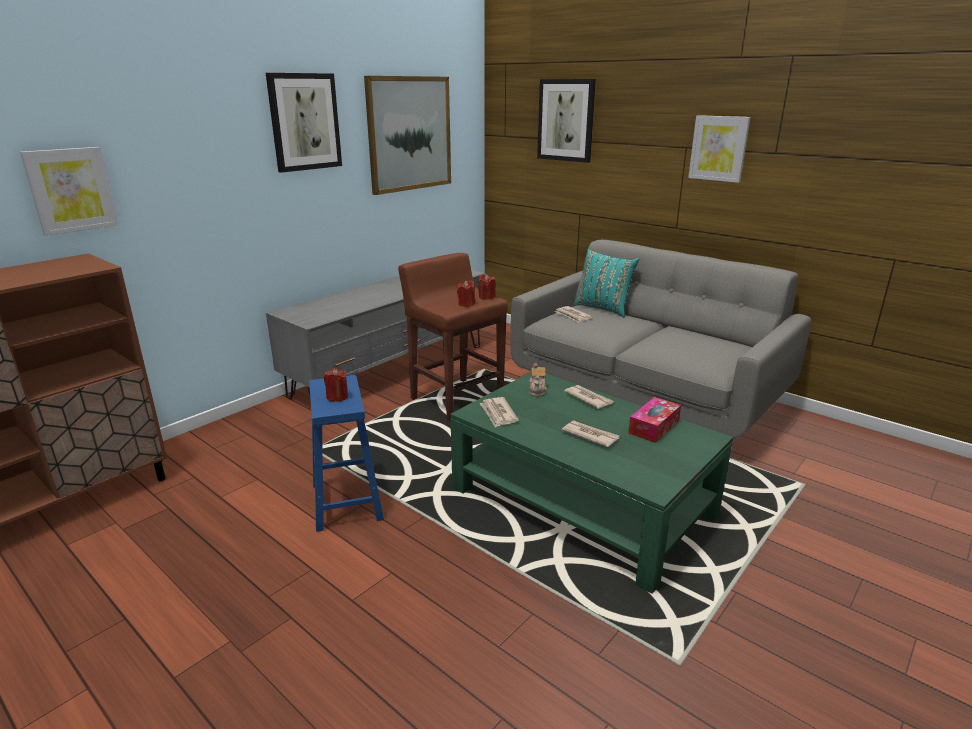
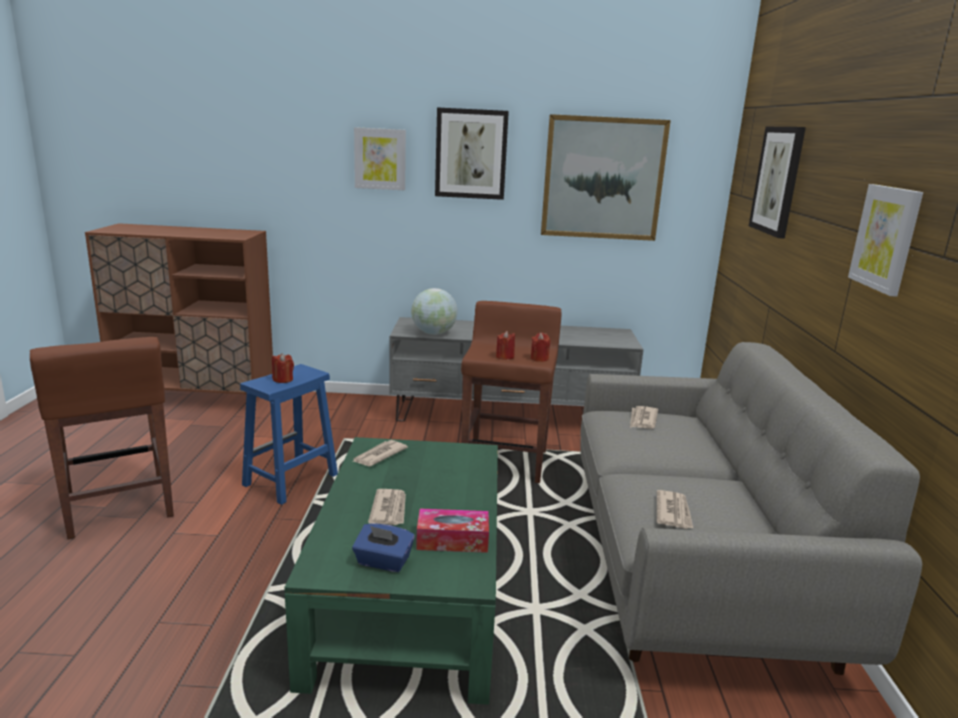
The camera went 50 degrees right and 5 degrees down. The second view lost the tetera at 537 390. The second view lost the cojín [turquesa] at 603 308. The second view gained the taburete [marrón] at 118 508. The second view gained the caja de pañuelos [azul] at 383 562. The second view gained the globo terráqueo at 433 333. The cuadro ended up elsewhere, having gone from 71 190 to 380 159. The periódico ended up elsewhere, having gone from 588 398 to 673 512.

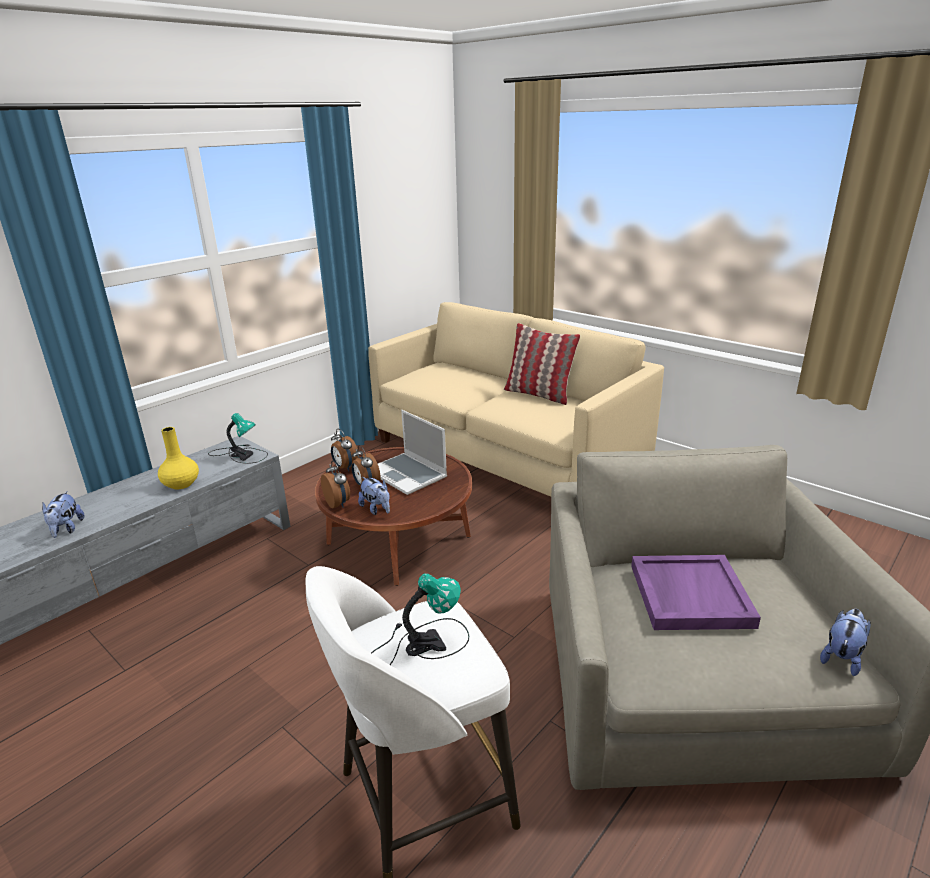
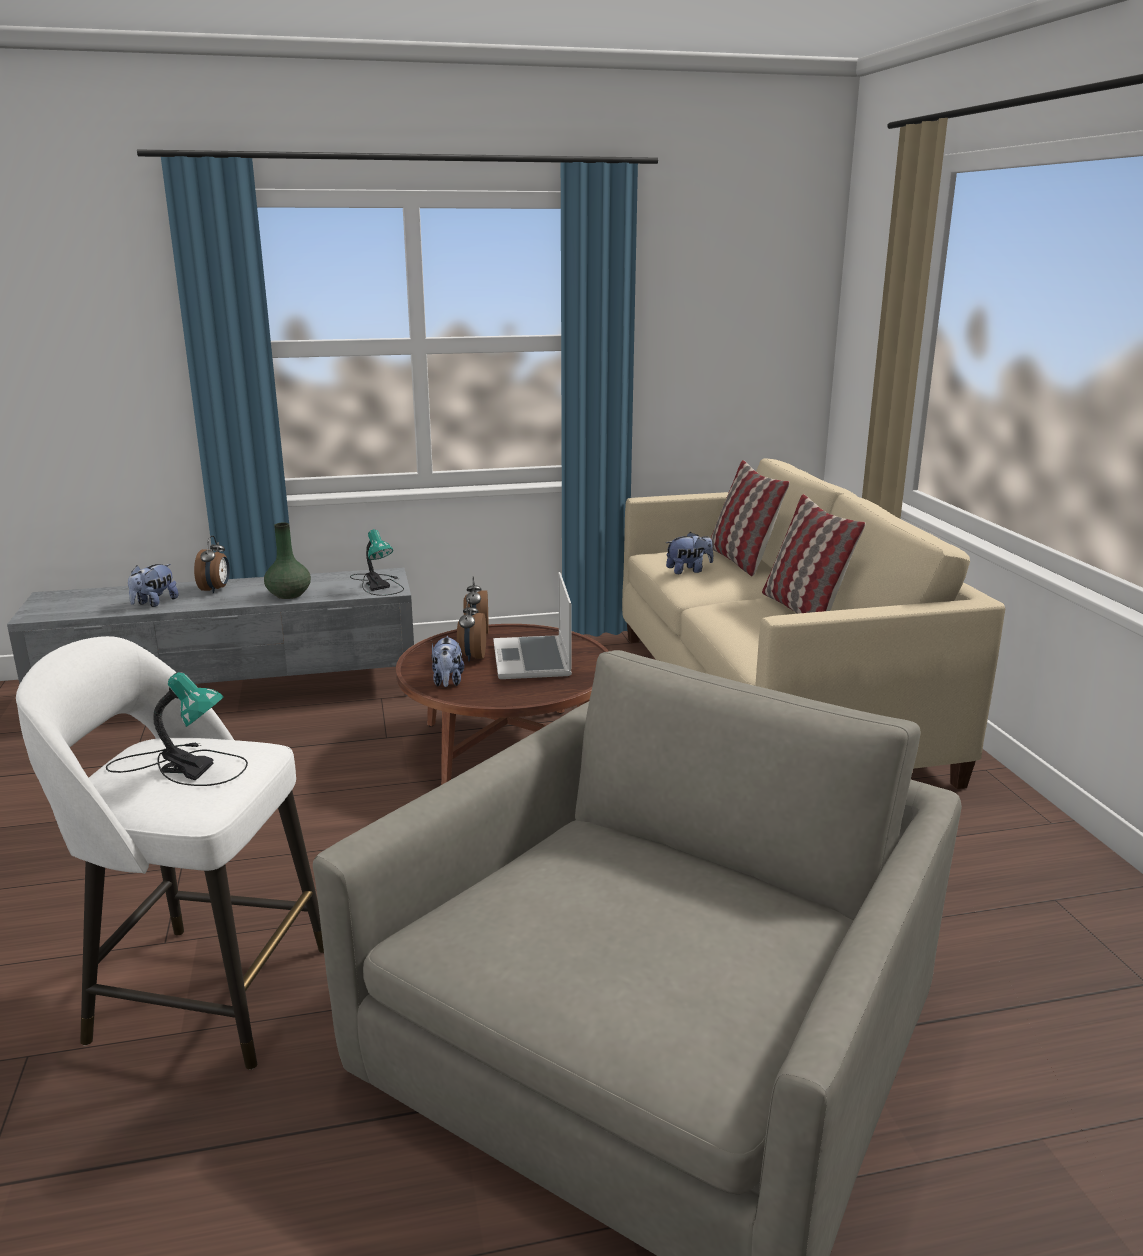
The camera went 35 degrees right and 5 degrees down. The second view lost the bandeja [morado] at 689 595. The second view gained the cojín at 741 560. The despertador ended up elsewhere, having gone from 338 504 to 216 590. The peluche ended up elsewhere, having gone from 842 657 to 688 571. What was the florero [amarillo] at 181 484 turned into the florero [verde] at 289 595.

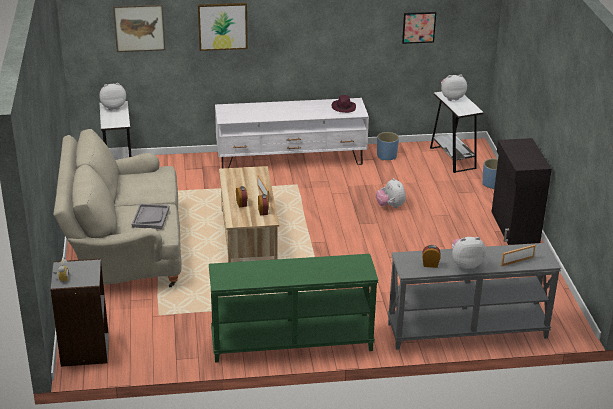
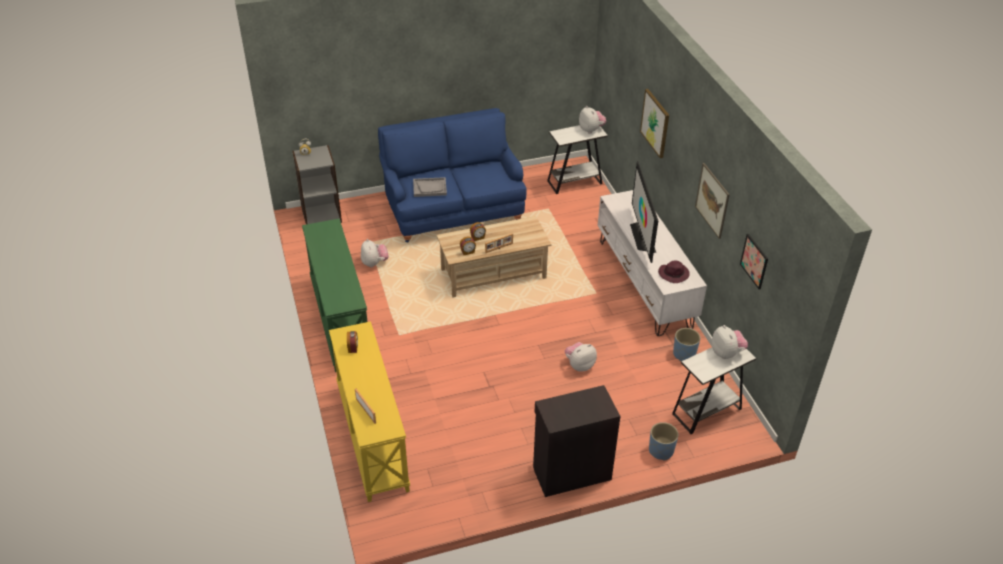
The camera went 80 degrees right and 10 degrees up. The second view gained the televisor at 642 236. The cuadro ended up elsewhere, having gone from 139 28 to 712 200. The peluche ended up elsewhere, having gone from 466 264 to 374 263. What was the sofá [beis] at 124 250 turned into the sofá [azul] at 452 208. What was the mesa consola [gris] at 467 331 turned into the mesa consola [amarillo] at 371 436.

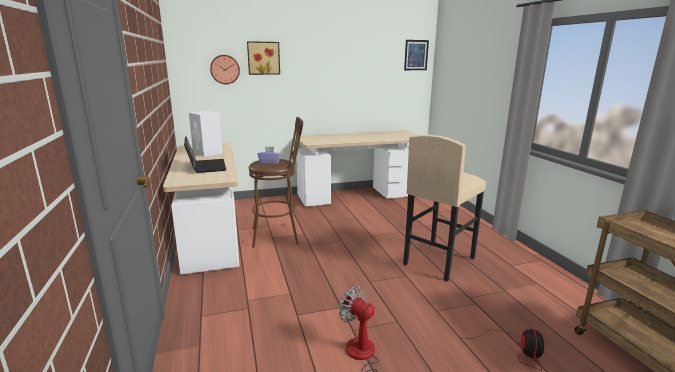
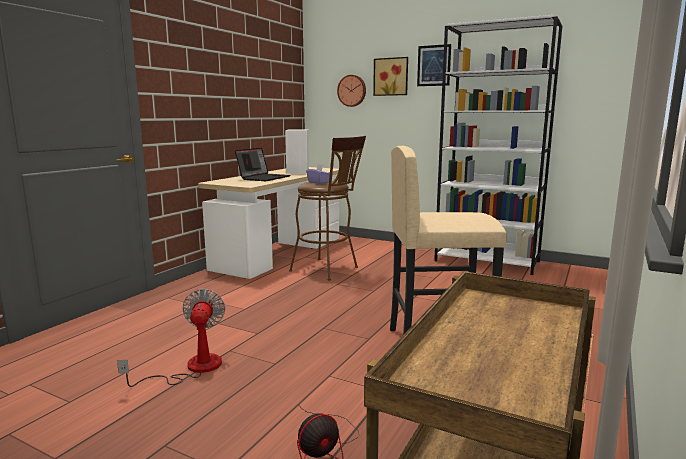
The camera went 45 degrees right and 5 degrees down. The cuadro ended up elsewhere, having gone from 416 55 to 434 65. Where the escritorio stood at 358 195, the estantería [blanco] came to stand at 487 261.

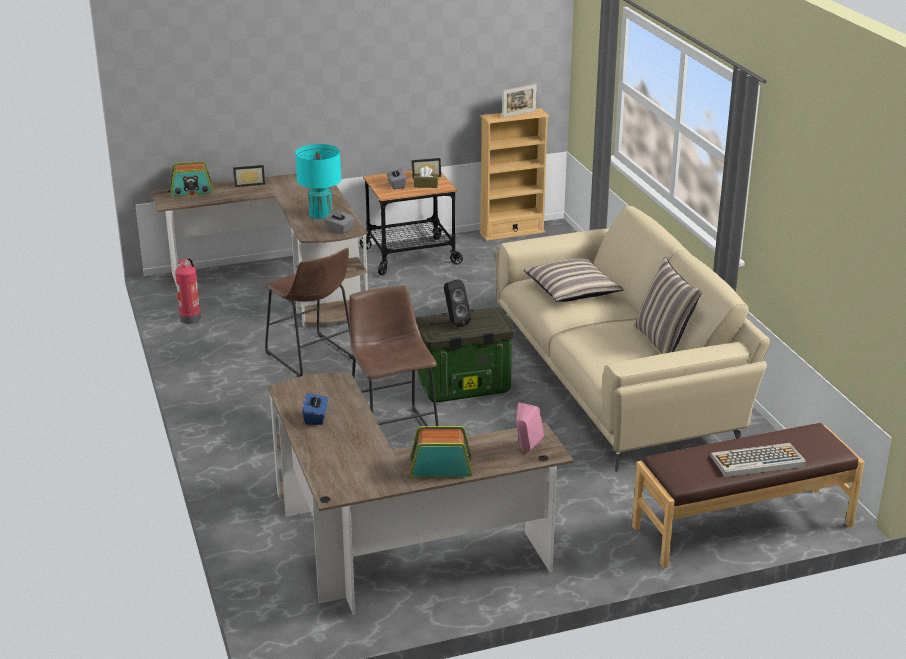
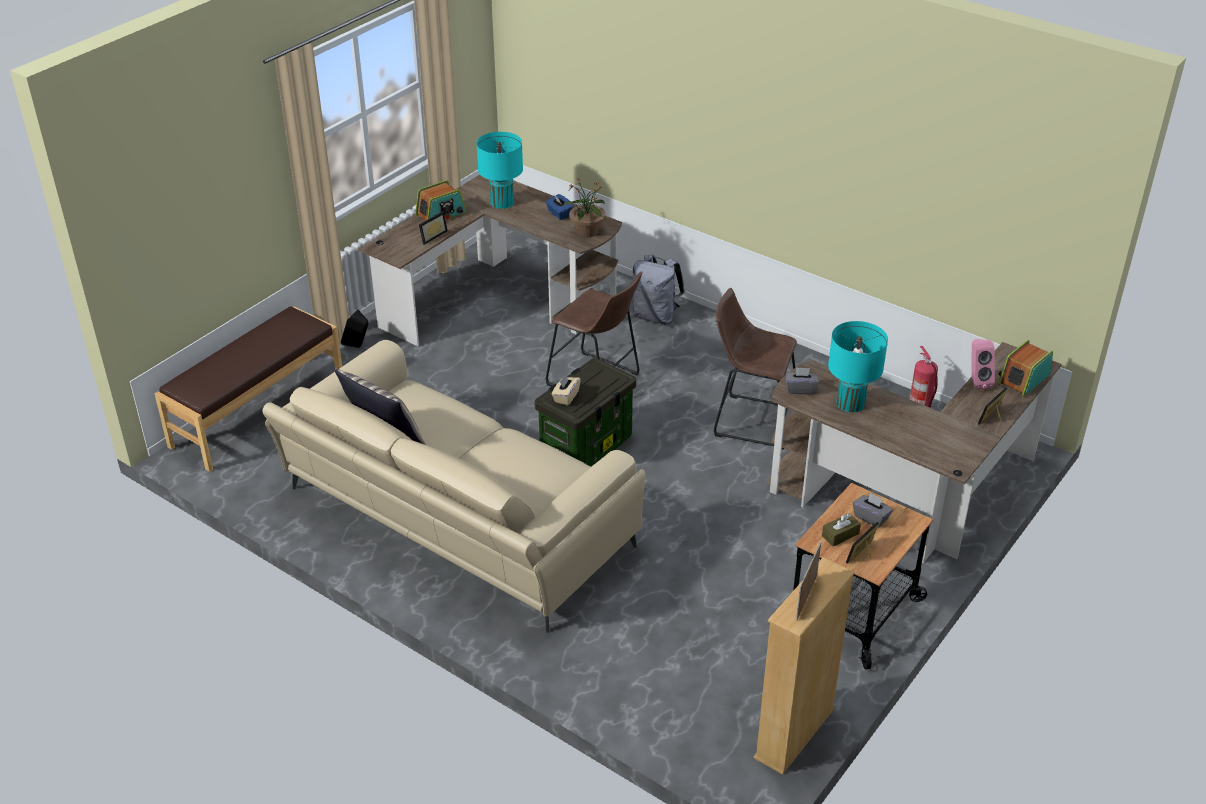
The camera went 145 degrees right and 10 degrees up. The second view lost the cojín at 572 290. The second view lost the teclado at 756 461. The second view gained the portarretratos at 431 236. The second view gained the lámpara de mesa [turquesa] at 502 202. The second view gained the caja de pañuelos [beis] at 566 397. The second view gained the planta en maceta at 587 232. The second view gained the mochila [gris] at 656 316. The altavoz [negro] ended up elsewhere, having gone from 455 322 to 357 347. The altavoz [rosa] ended up elsewhere, having gone from 526 451 to 976 382.

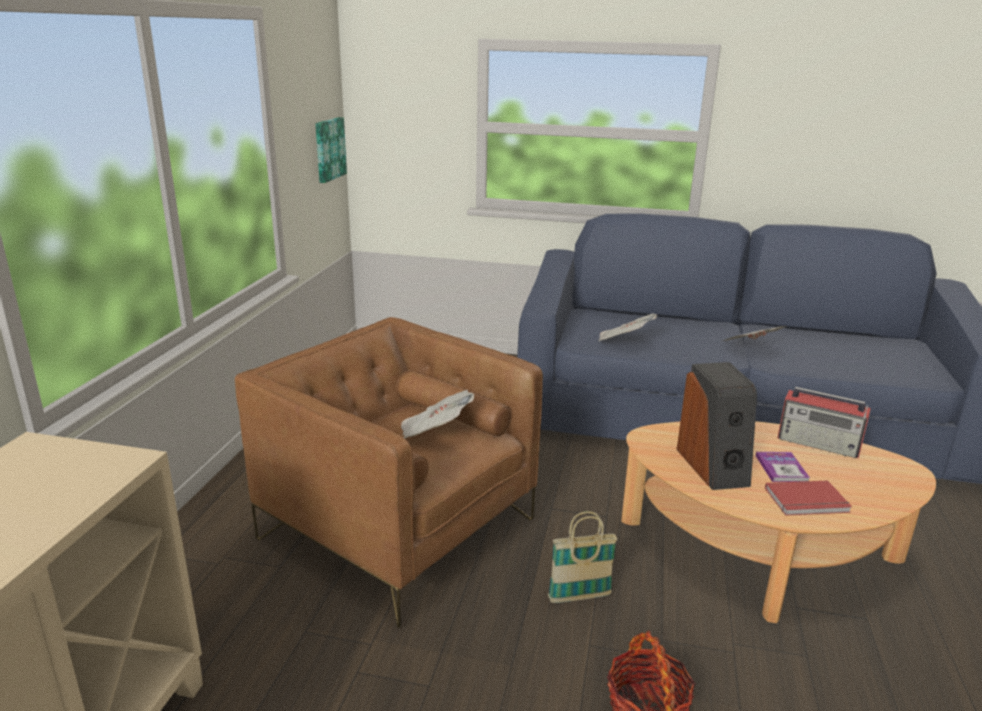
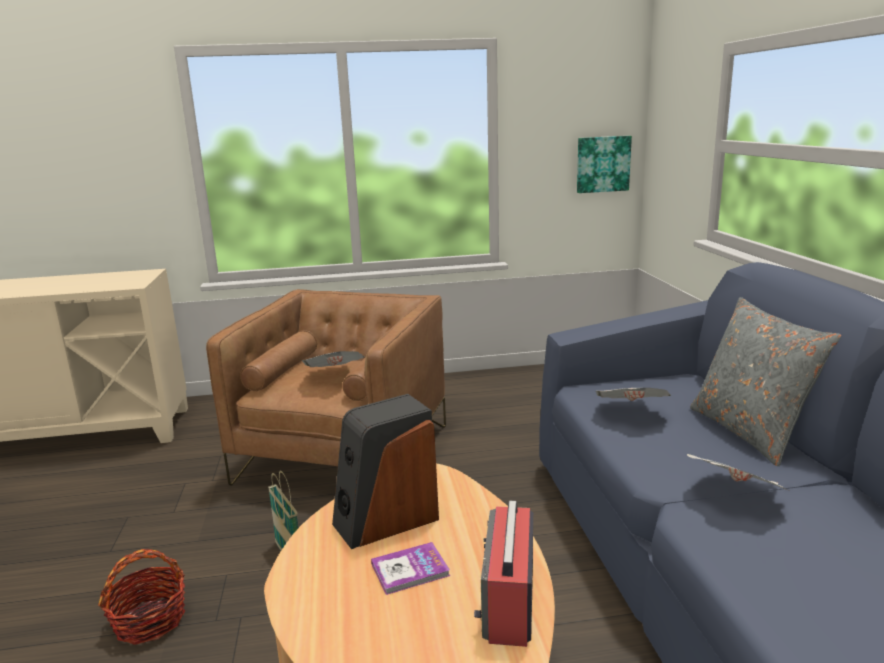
The camera went 70 degrees right and 5 degrees down. The second view lost the libro [rojo] at 808 502. The second view gained the cojín [gris] at 750 432.

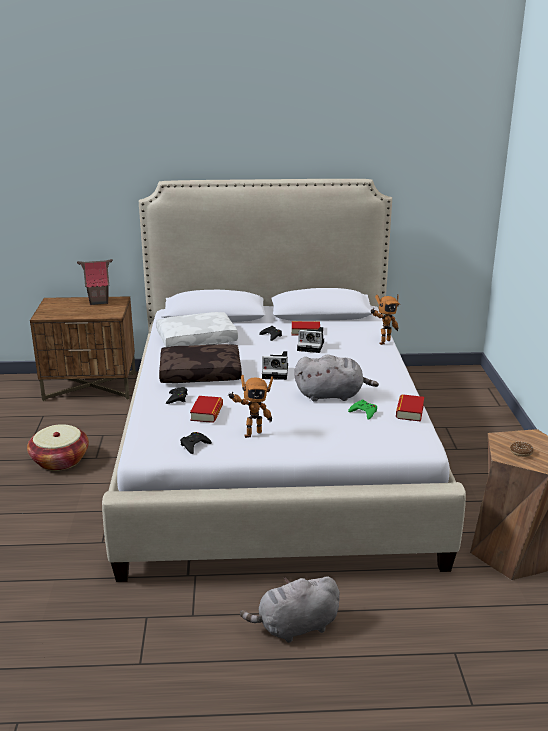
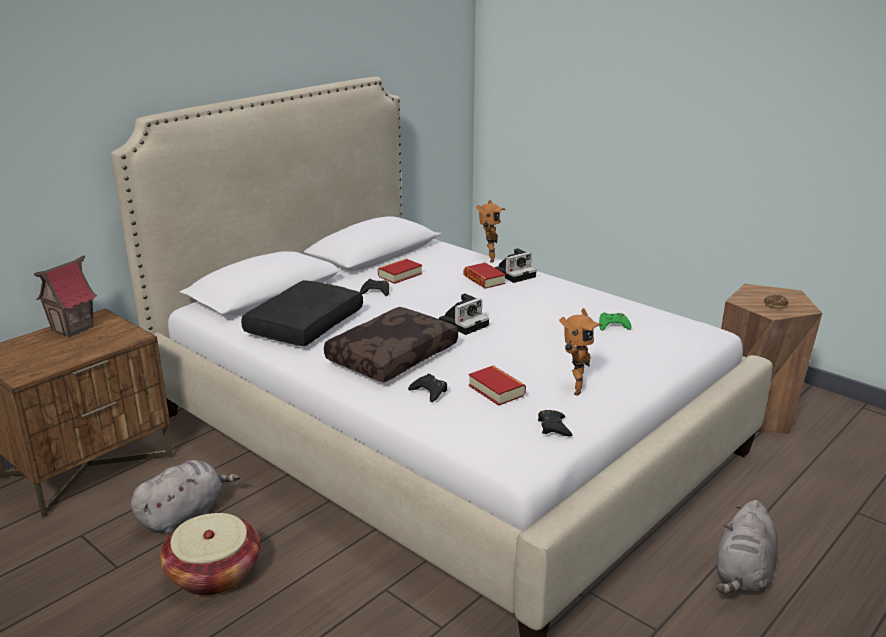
The camera went 45 degrees left and 0 degrees up. The peluche [gris] ended up elsewhere, having gone from 332 395 to 184 514. The cámara ended up elsewhere, having gone from 312 346 to 515 274. The libro ended up elsewhere, having gone from 409 411 to 484 280. What was the cojín [blanco] at 197 339 turned into the cojín [negro] at 304 324.

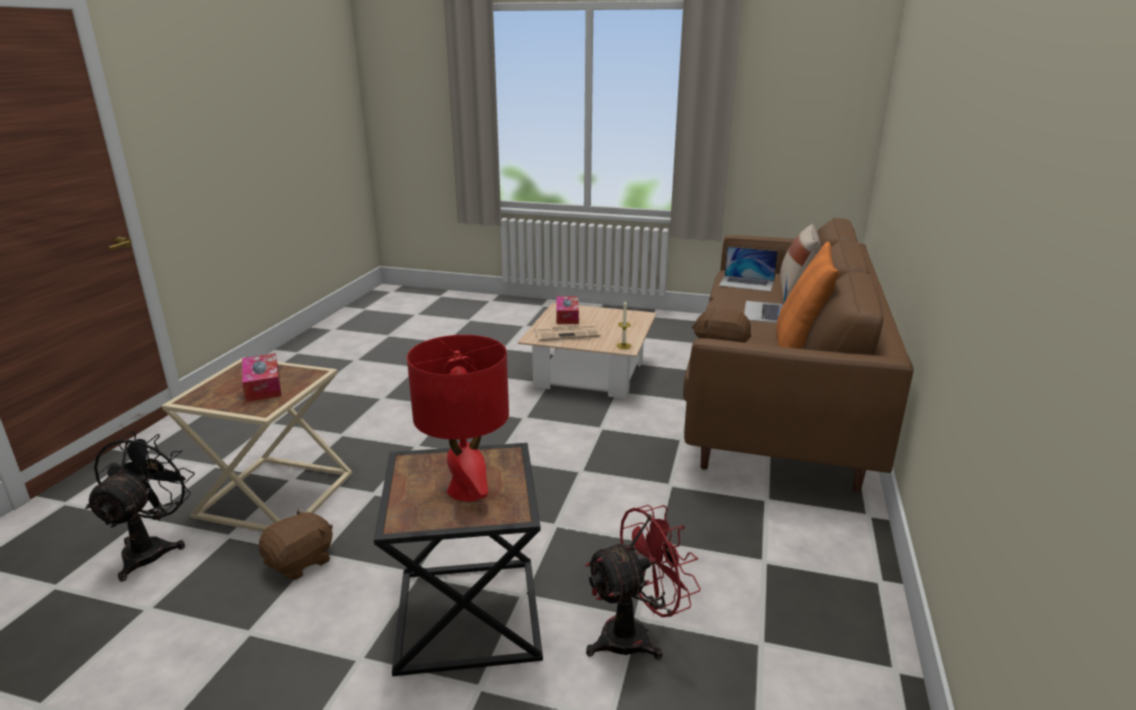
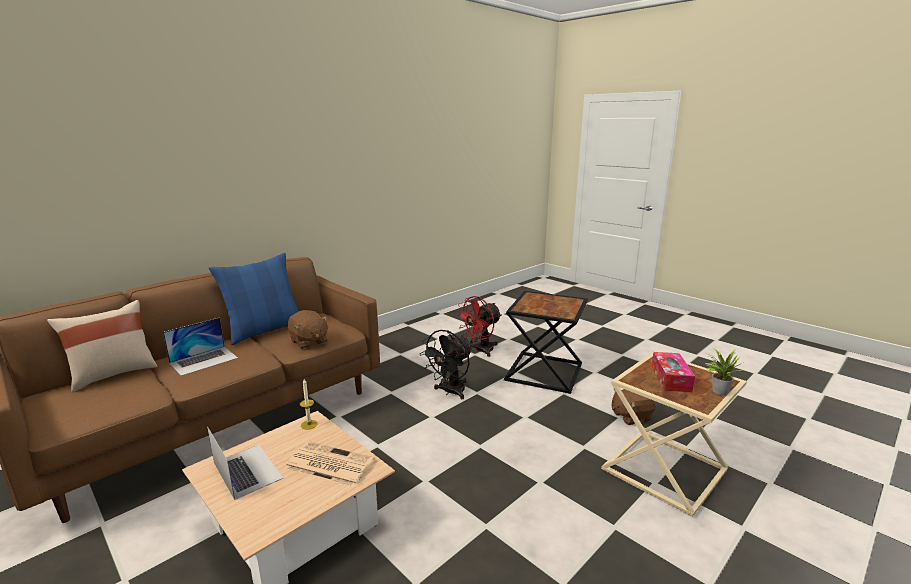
The camera went 150 degrees left and 5 degrees down. The second view lost the lámpara de mesa [rojo] at 466 491. The second view lost the caja de pañuelos at 567 316. The second view gained the planta en maceta at 717 390. The ventilador [negro] ended up elsewhere, having gone from 152 548 to 450 392. The portátil ended up elsewhere, having gone from 747 283 to 247 470. What was the cojín [naranja] at 798 345 turned into the cojín [azul] at 264 330. The ventilador [rojo] at 635 635 ended up facing another way, 45 degrees counterclockwise from before.

